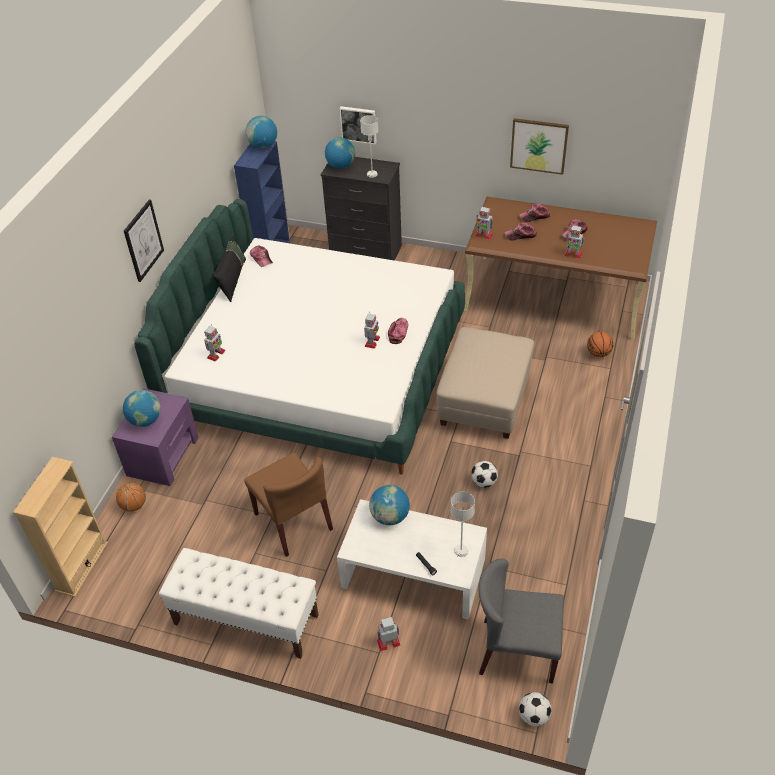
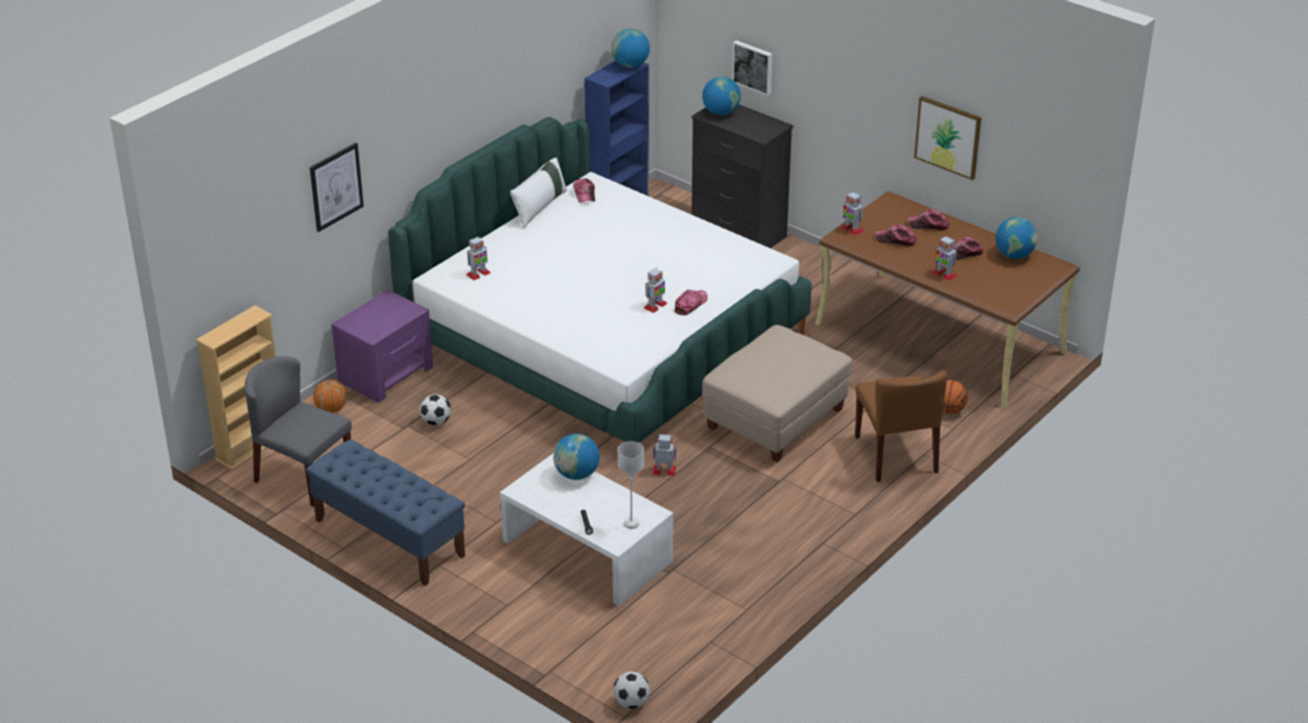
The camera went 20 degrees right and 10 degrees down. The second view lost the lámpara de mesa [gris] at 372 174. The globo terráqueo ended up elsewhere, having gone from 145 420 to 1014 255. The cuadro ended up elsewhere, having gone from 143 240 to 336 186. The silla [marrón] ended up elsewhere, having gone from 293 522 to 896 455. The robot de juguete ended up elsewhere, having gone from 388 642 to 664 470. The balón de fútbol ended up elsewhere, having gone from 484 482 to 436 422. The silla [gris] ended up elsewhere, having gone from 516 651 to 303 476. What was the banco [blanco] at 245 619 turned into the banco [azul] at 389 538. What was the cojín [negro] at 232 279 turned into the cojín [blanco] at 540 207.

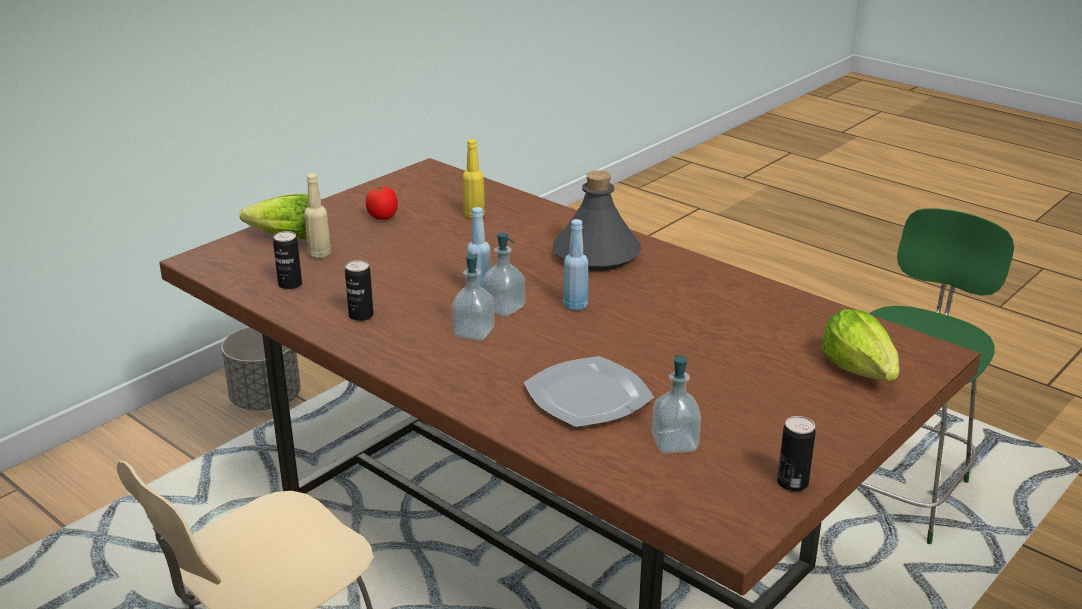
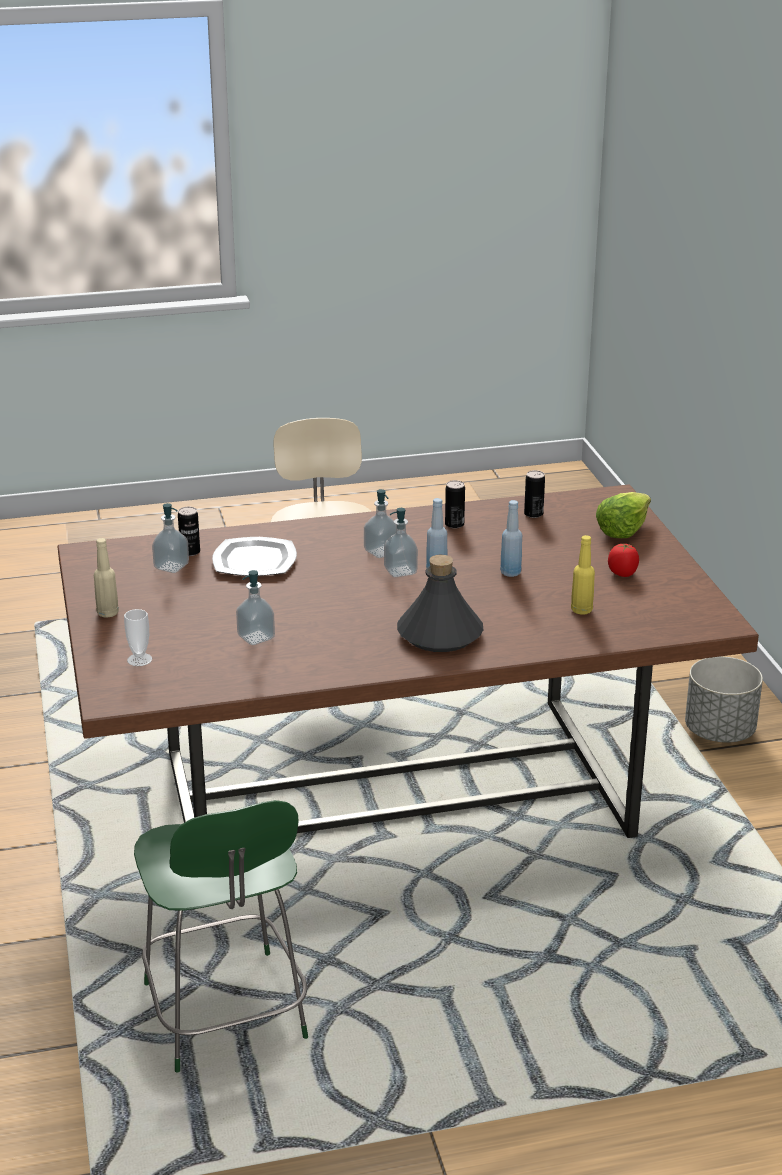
The camera went 125 degrees right and 0 degrees up. The second view gained the dispensador de jabón at 256 637. The botella [beis] ended up elsewhere, having gone from 319 254 to 108 613. The botella [azul] ended up elsewhere, having gone from 575 306 to 510 573. The lata ended up elsewhere, having gone from 792 483 to 190 552. Where the lechuga stood at 860 370, the taza came to stand at 139 659.

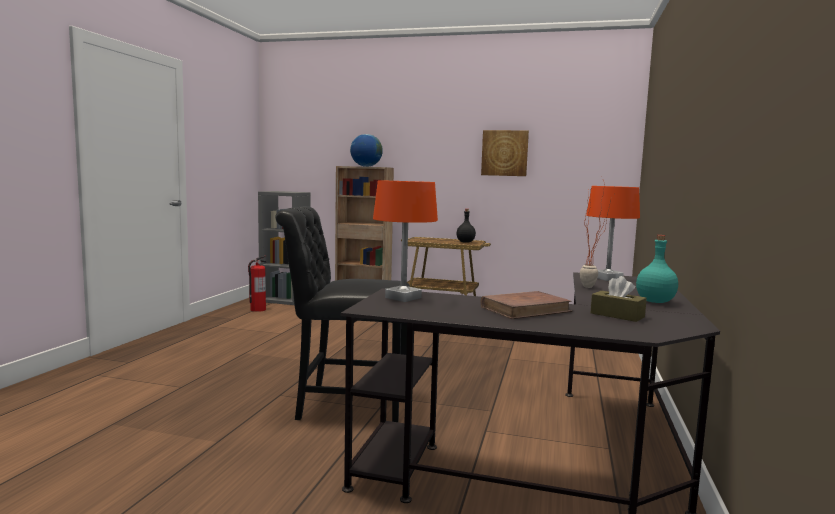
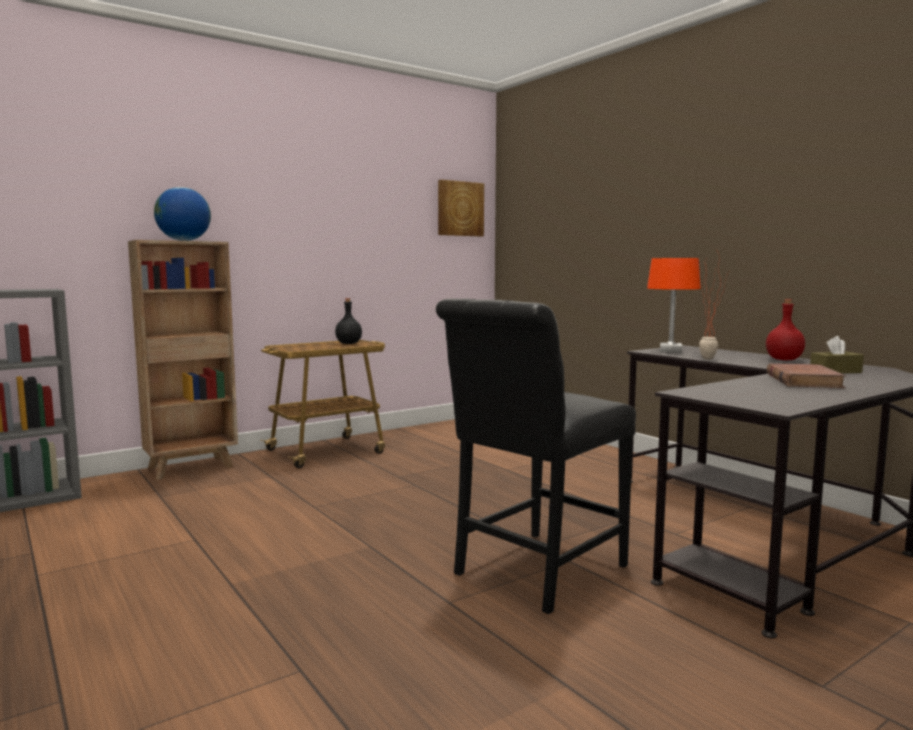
The camera went 50 degrees left and 0 degrees up. The second view lost the extintor at 257 309. The second view lost the lámpara de mesa [naranja] at 403 298. The cuadro ended up elsewhere, having gone from 504 153 to 460 209. What was the botella [turquesa] at 654 301 turned into the botella [rojo] at 783 359.

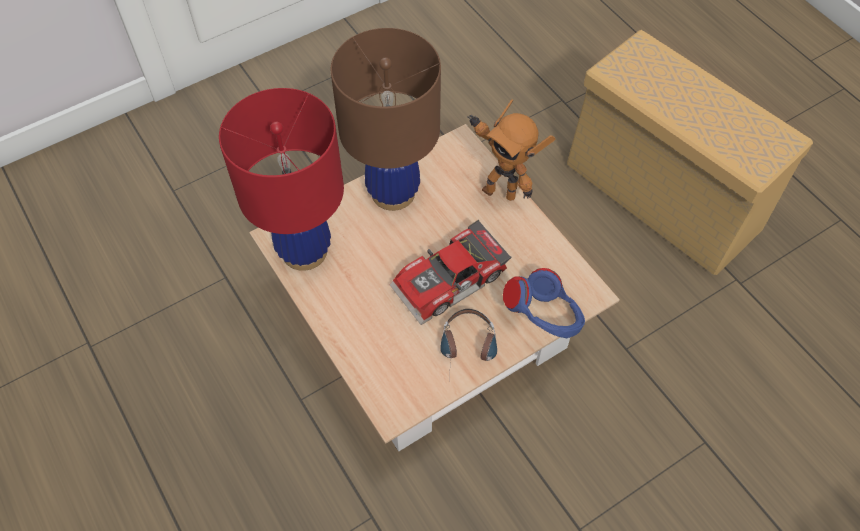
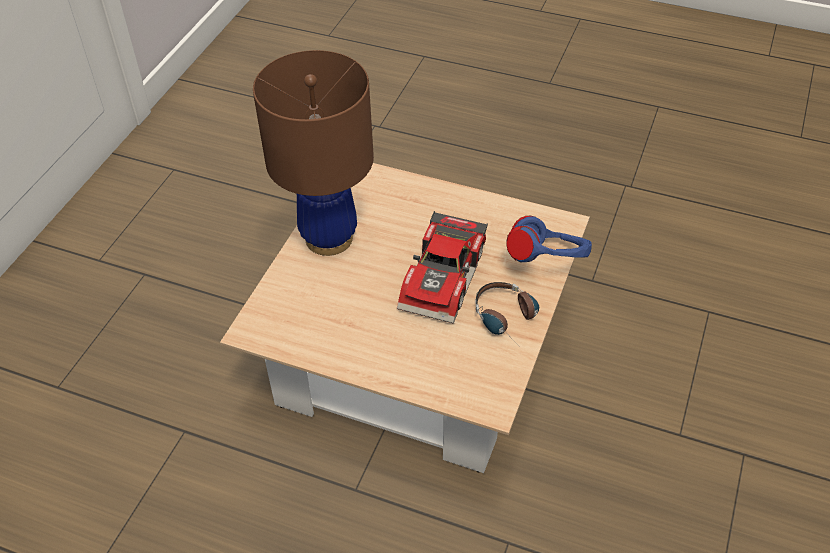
The camera went 35 degrees left and 10 degrees down. The second view lost the lámpara de mesa [rojo] at 304 250. The second view lost the robot de juguete at 500 190. The second view lost the caja de almacenaje [beis] at 664 197.

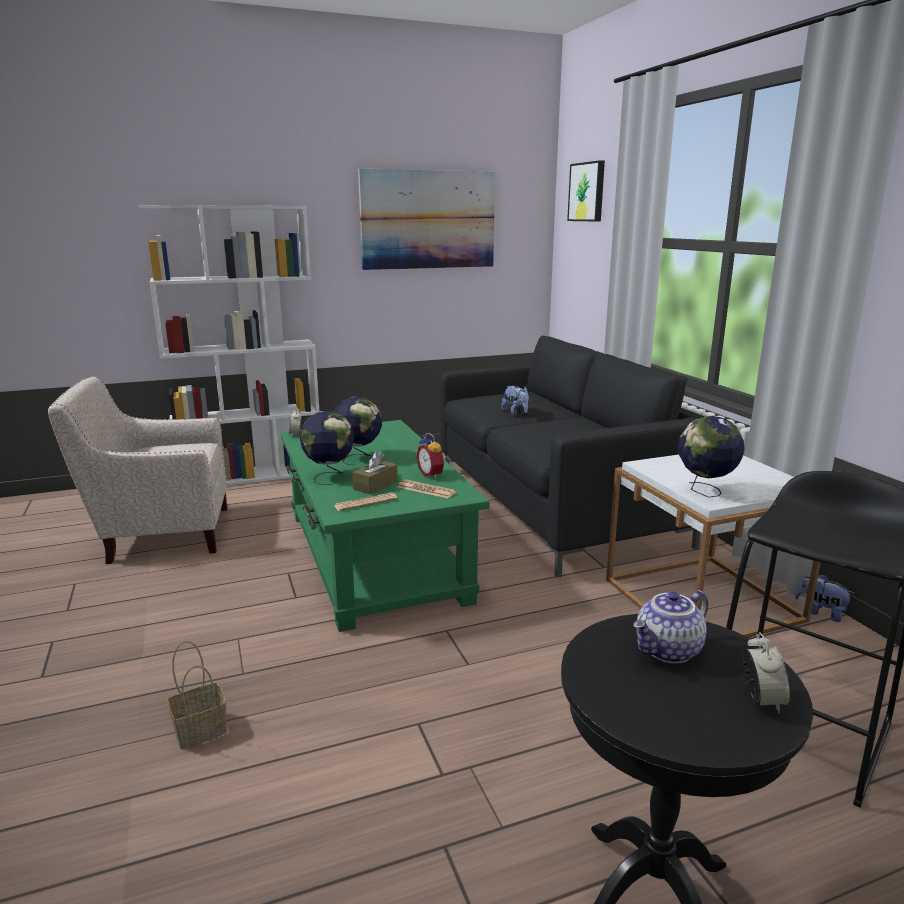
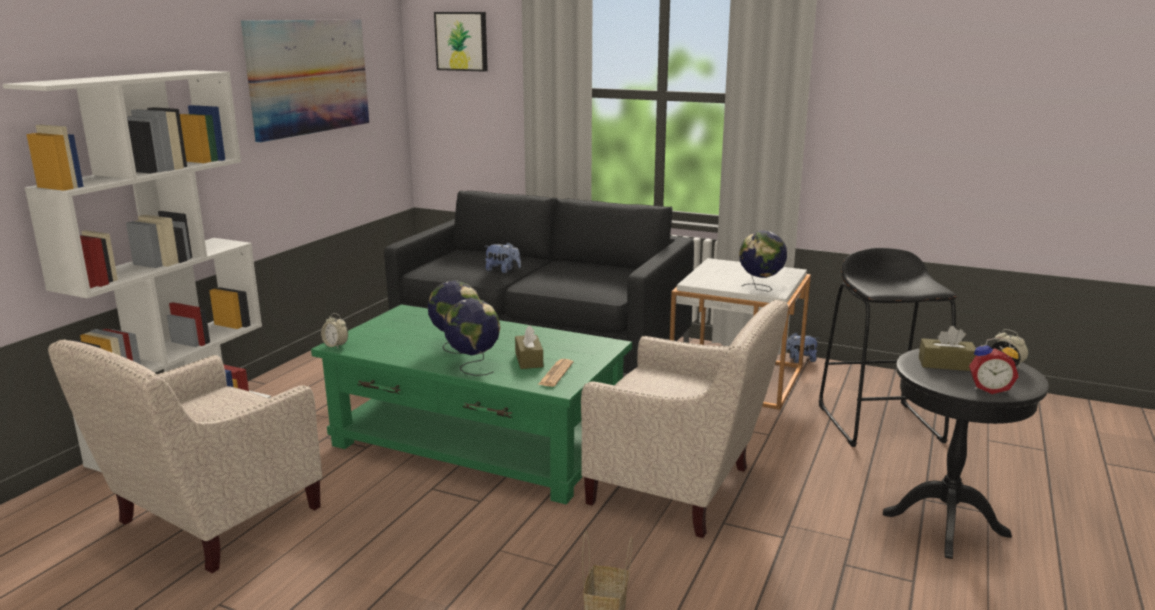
The camera went 45 degrees left and 0 degrees up. The second view lost the periódico at 426 490. The second view gained the sillón [beis] at 680 490. The despertador ended up elsewhere, having gone from 432 474 to 989 389. Where the tetera stood at 669 651, the caja de pañuelos [marrón] came to stand at 946 364.

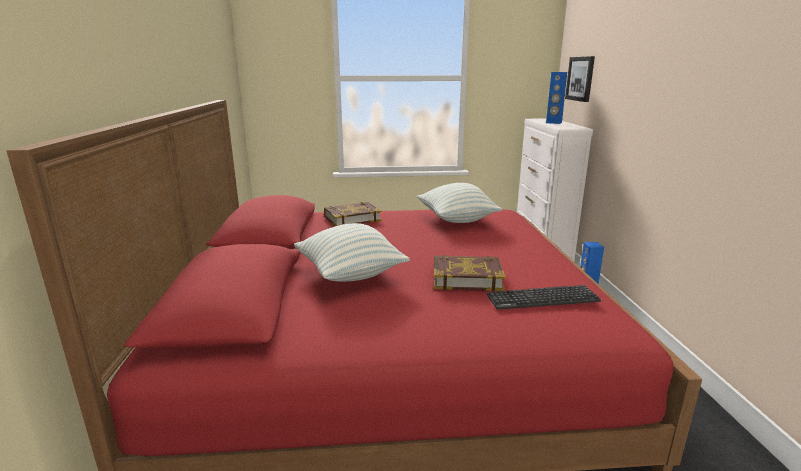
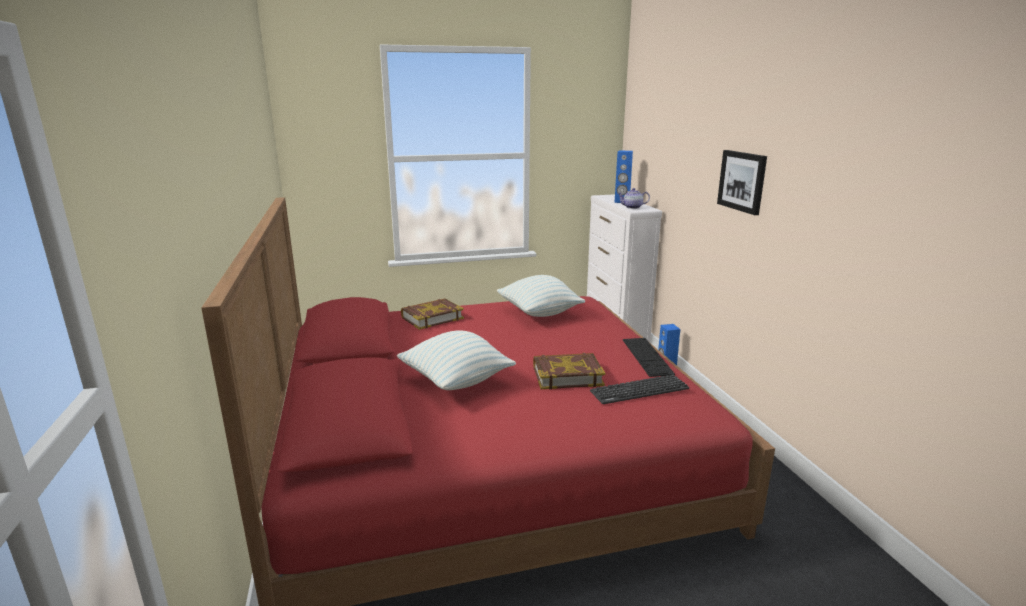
The camera went 10 degrees left and 0 degrees up. The second view gained the tetera at 632 207. The second view gained the teclado at 647 356. The cuadro ended up elsewhere, having gone from 580 78 to 742 181.

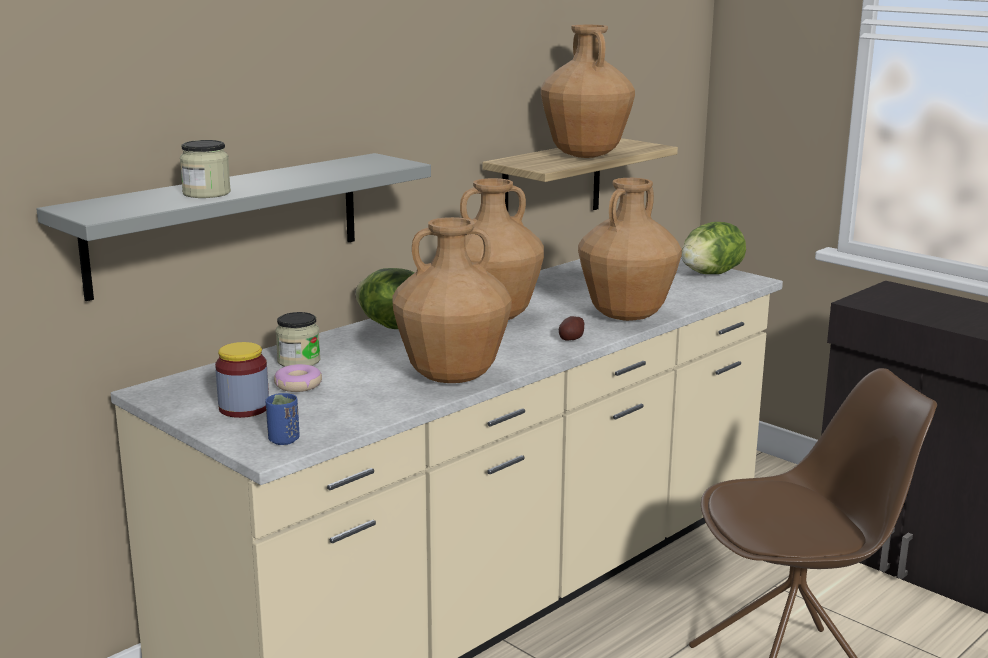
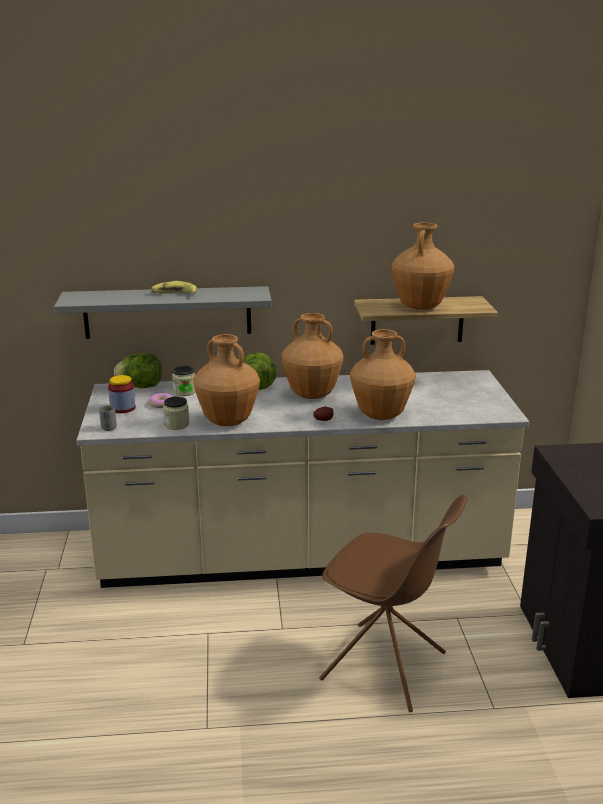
The camera went 40 degrees right and 5 degrees up. The second view gained the plátano at 174 294. The tarro ended up elsewhere, having gone from 206 193 to 176 425. The lechuga ended up elsewhere, having gone from 710 274 to 141 387. What was the taza [azul] at 283 440 turned into the taza [gris] at 109 428.

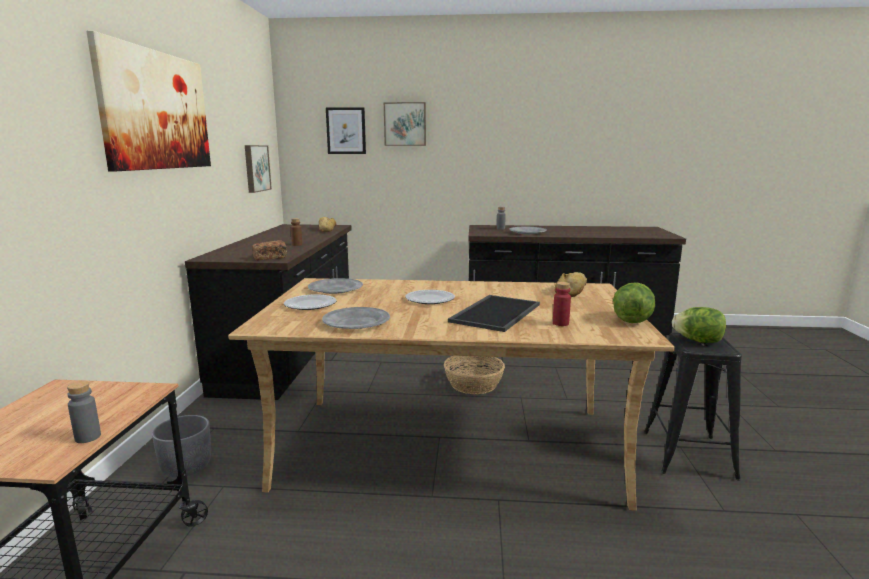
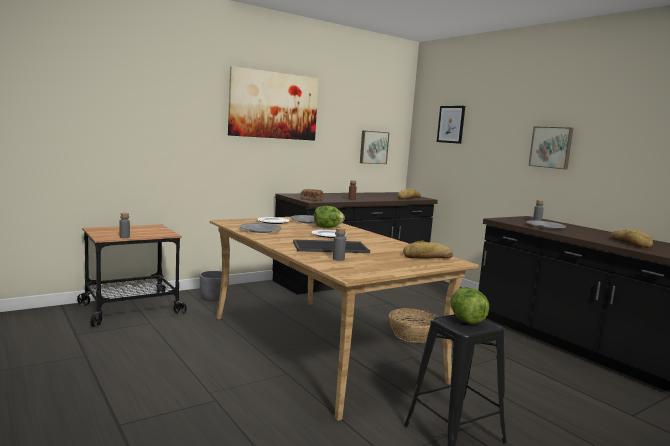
The camera went 50 degrees right and 5 degrees down. The second view gained the pan at 630 243. The cuadro ended up elsewhere, having gone from 405 124 to 551 147. The lechuga ended up elsewhere, having gone from 632 320 to 327 228. What was the botella [rojo] at 560 323 turned into the botella [gris] at 338 259.

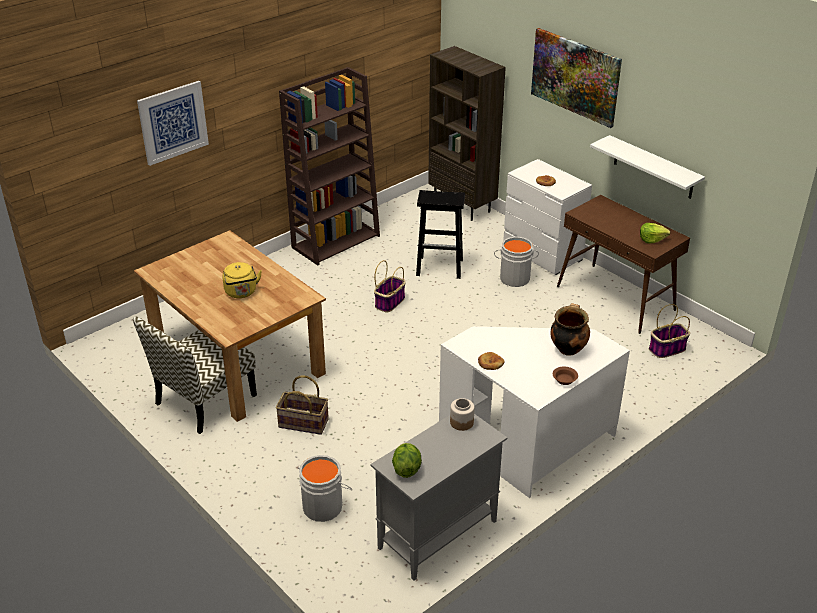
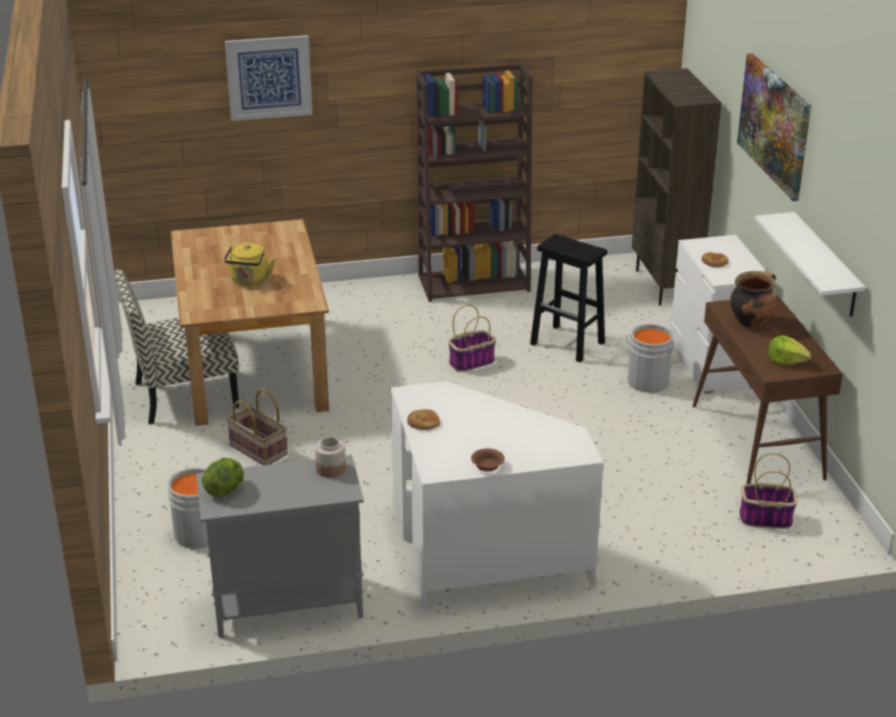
The camera went 30 degrees right and 5 degrees down. The olla ended up elsewhere, having gone from 568 348 to 751 322.

